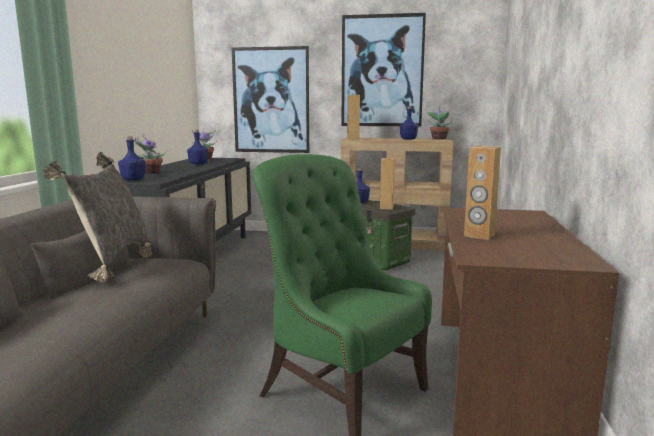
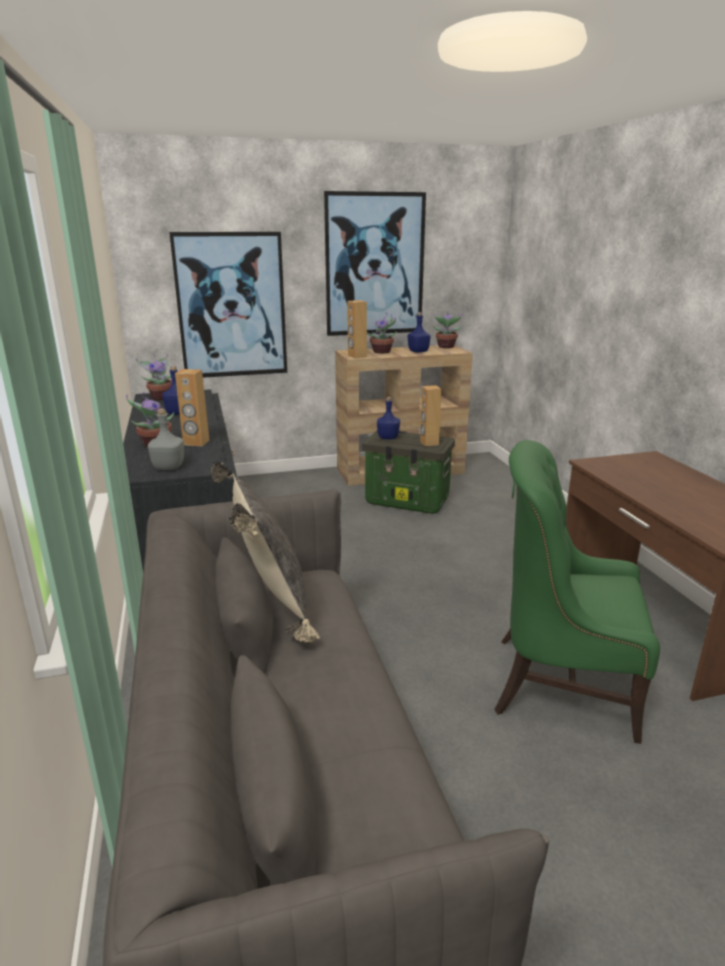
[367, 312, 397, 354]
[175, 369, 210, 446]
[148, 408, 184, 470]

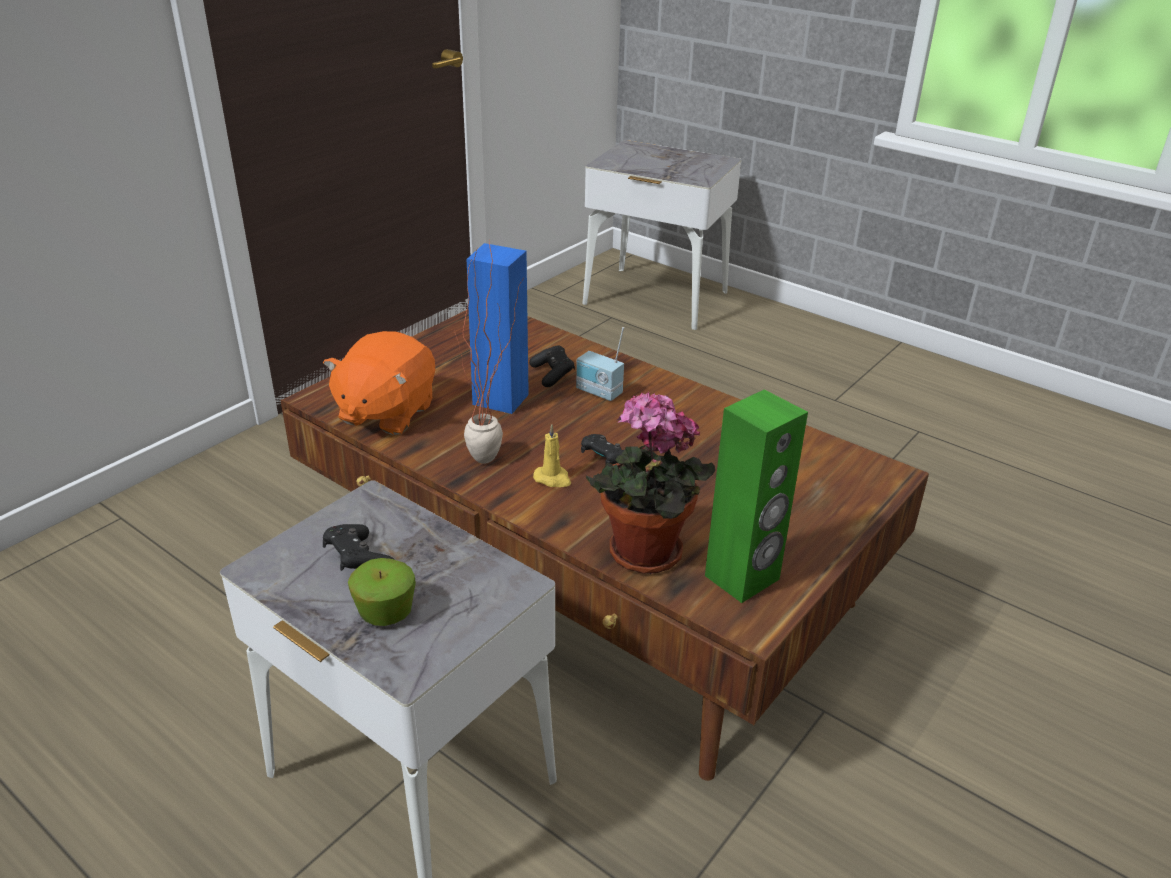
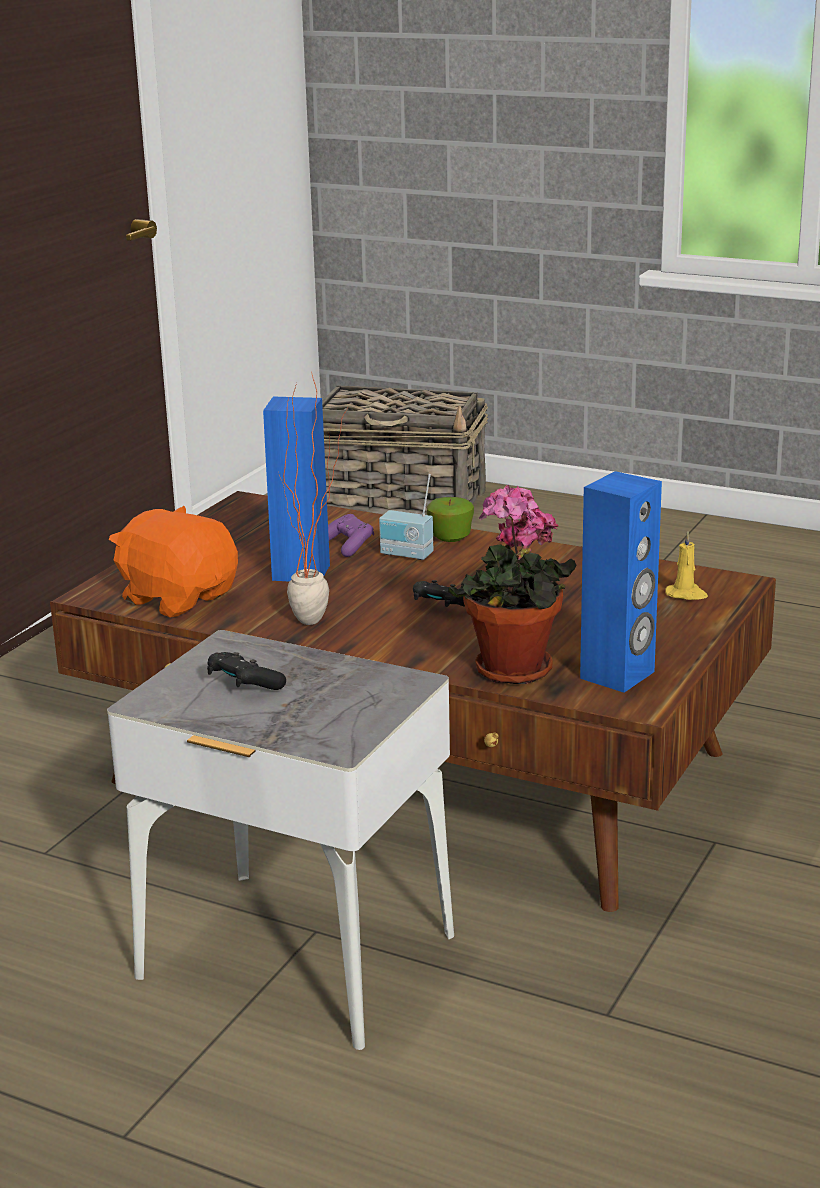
[427, 497, 474, 542]
[665, 531, 708, 600]
[322, 386, 488, 515]
[328, 514, 374, 557]
[580, 471, 662, 693]
[109, 506, 238, 618]

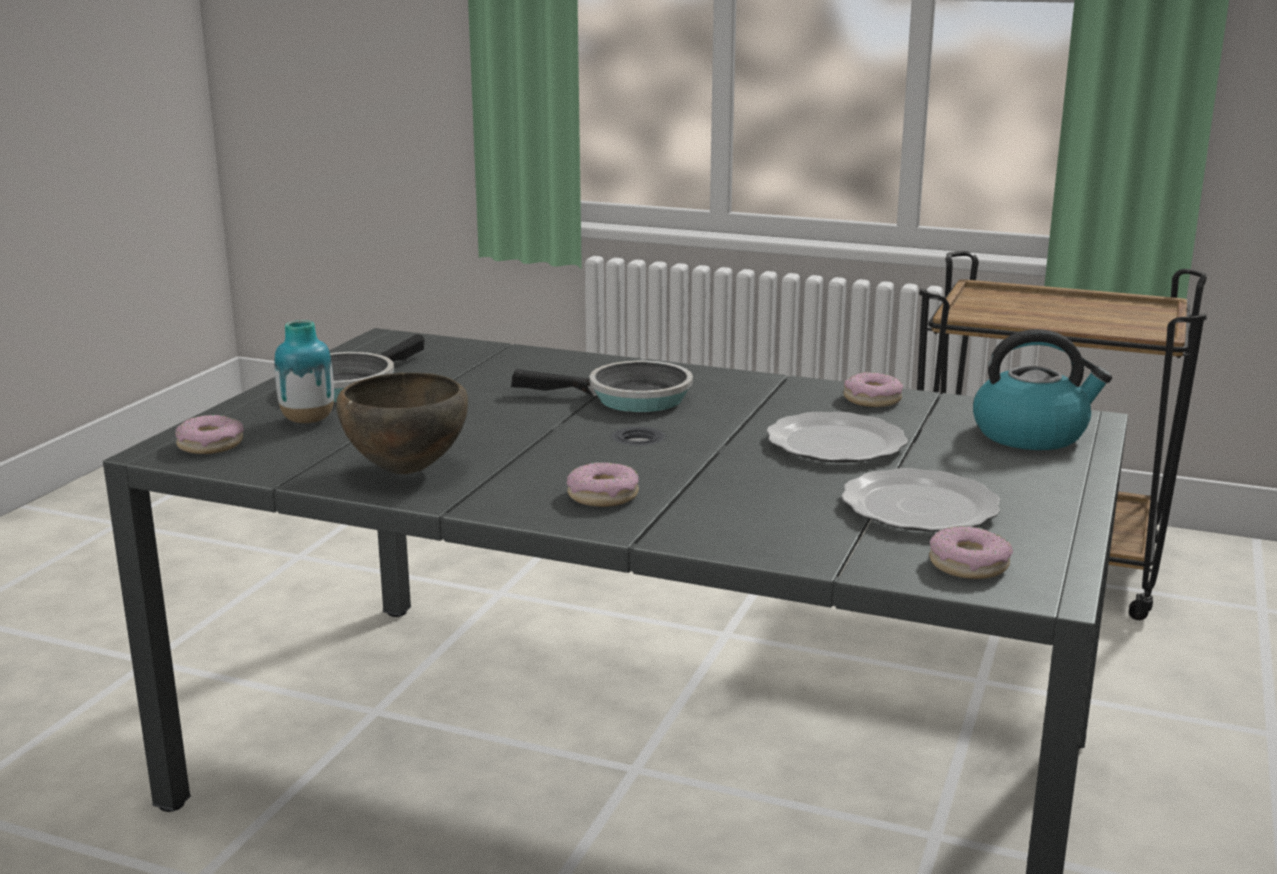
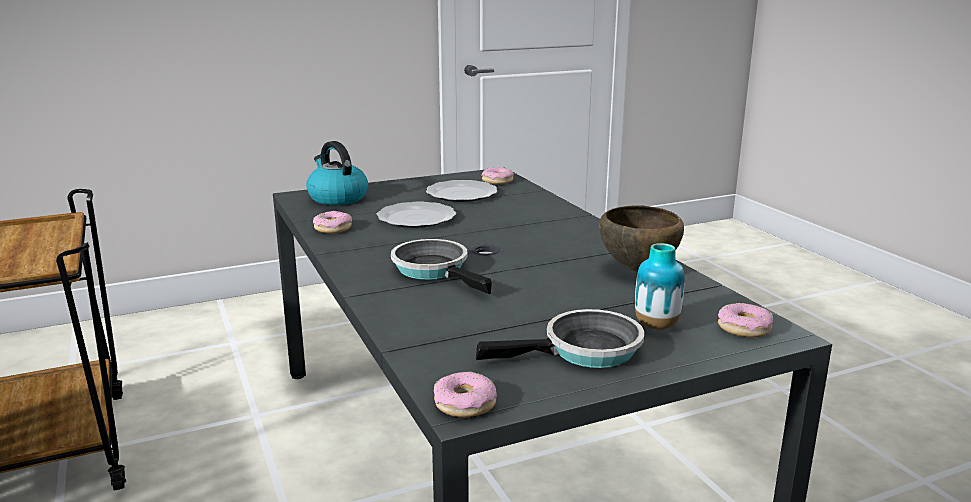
[434, 372, 497, 417]

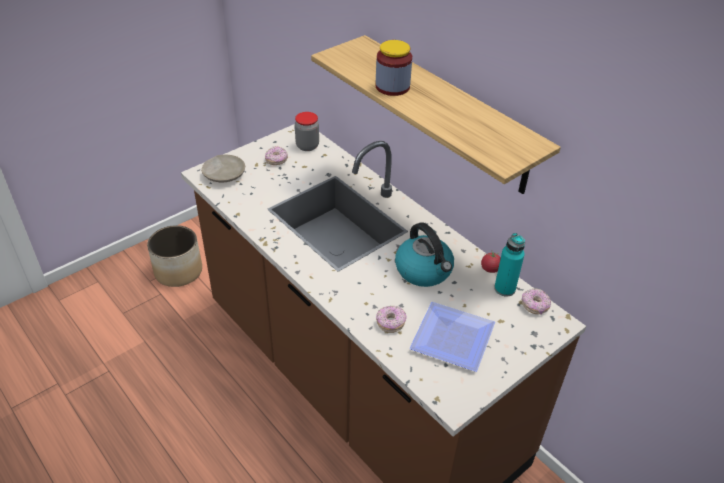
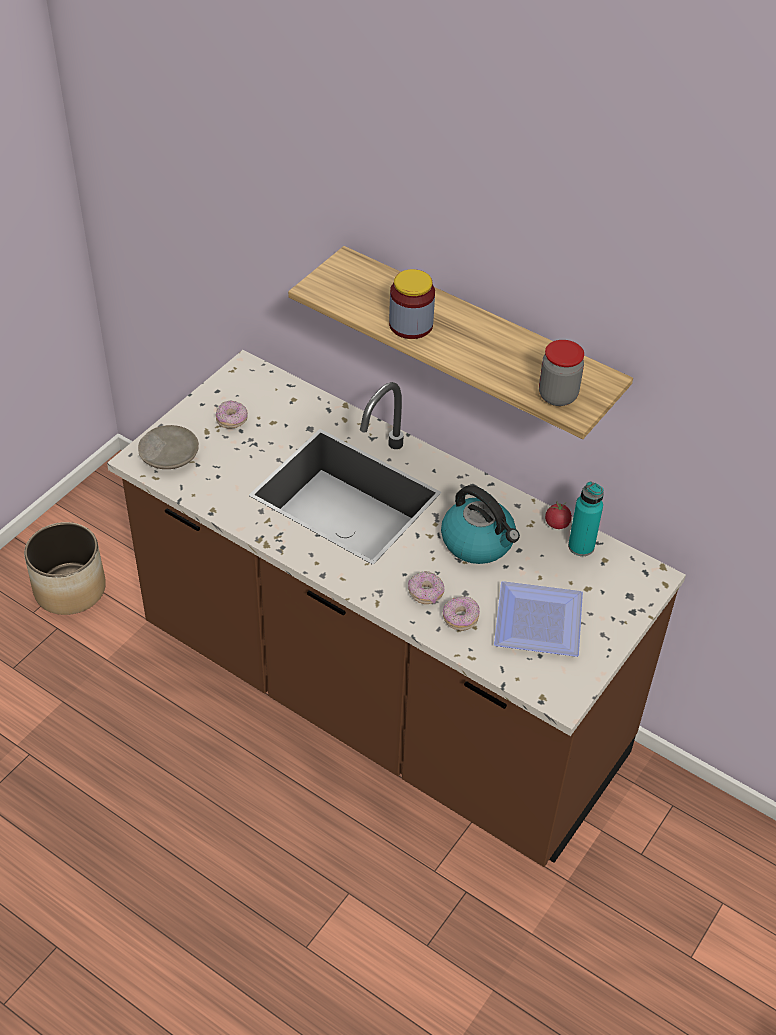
[539, 340, 584, 406]
[408, 571, 444, 604]

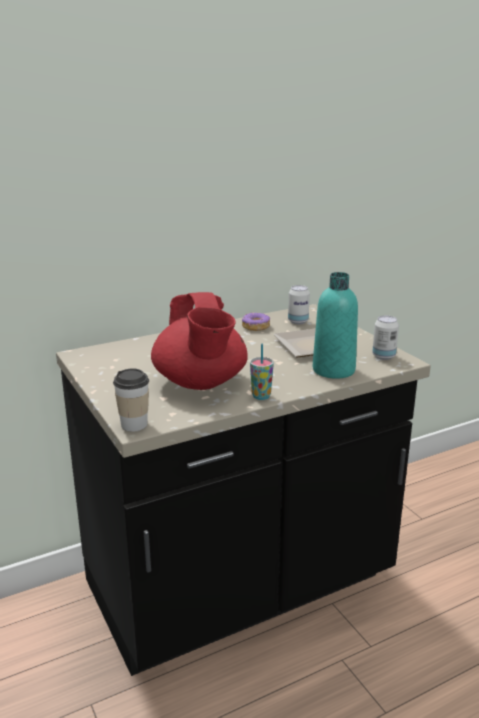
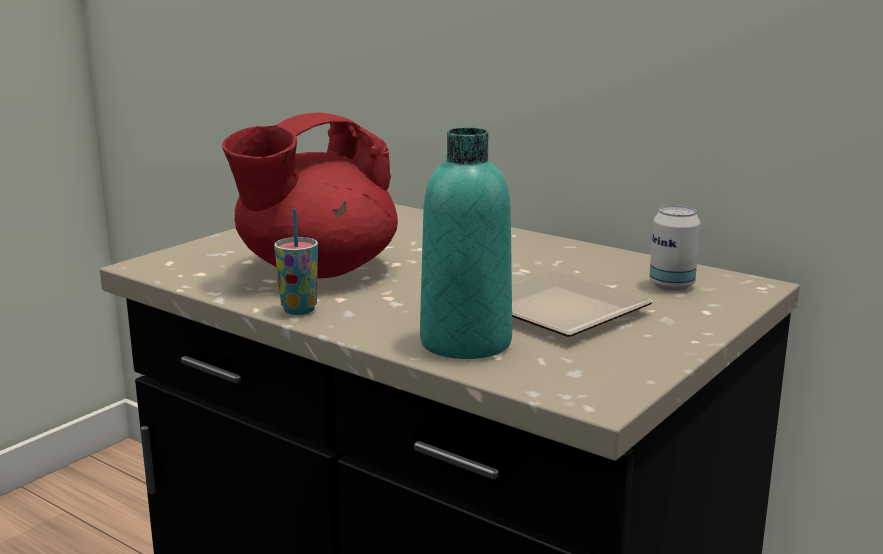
[113, 369, 149, 432] (first image)
[242, 312, 270, 331] (first image)
[372, 316, 399, 360] (first image)

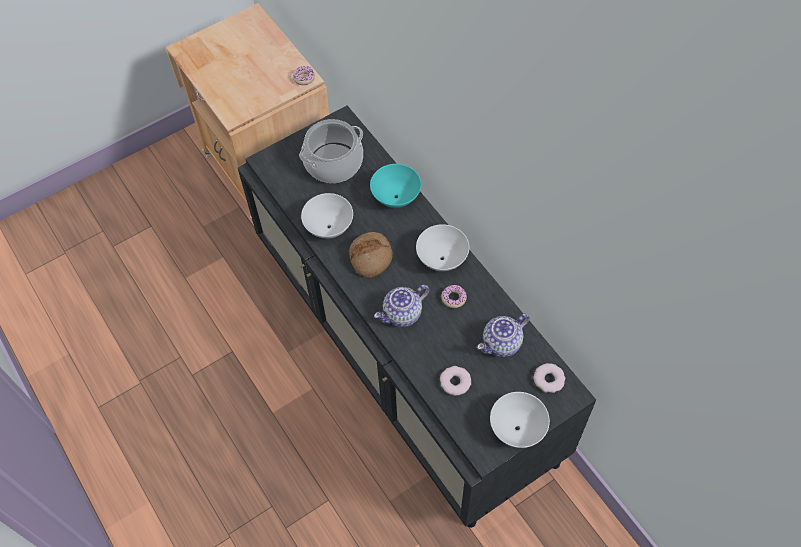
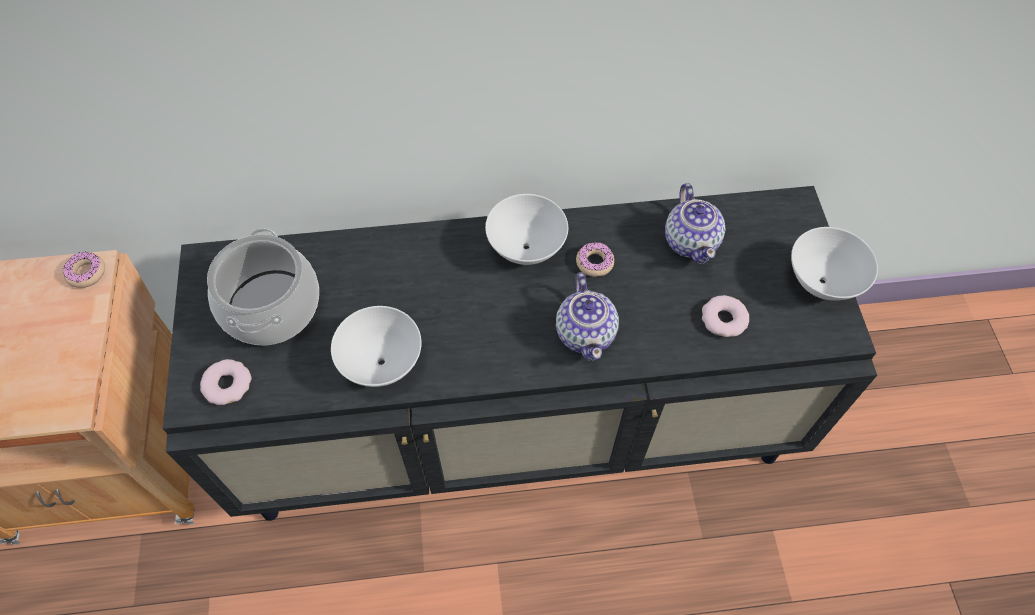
[349, 232, 393, 278] (first image)
[370, 164, 421, 208] (first image)
[200, 359, 251, 405]

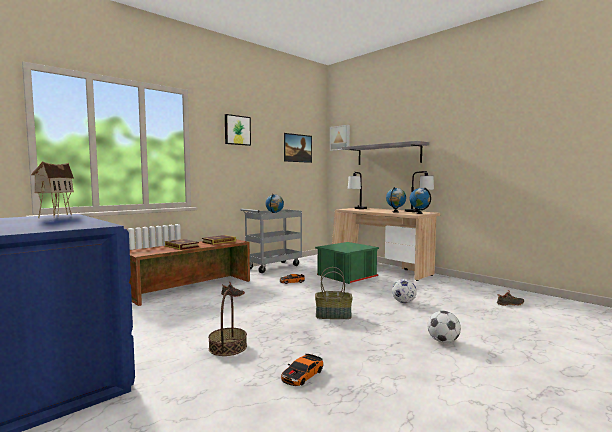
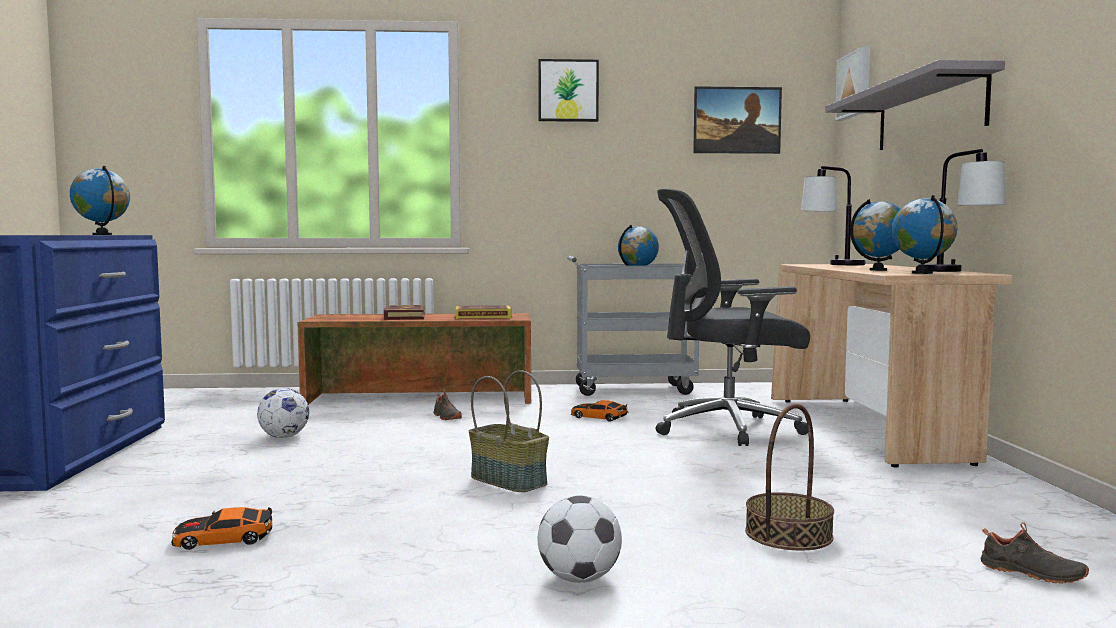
[745, 404, 834, 551]
[257, 388, 309, 438]
[70, 166, 130, 235]
[656, 188, 810, 446]

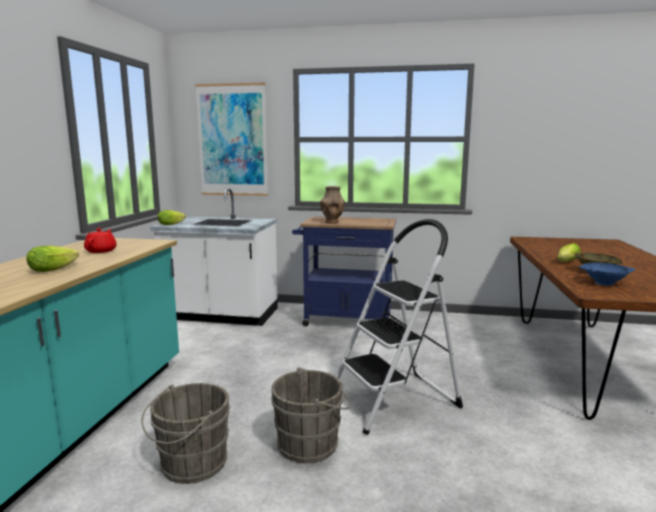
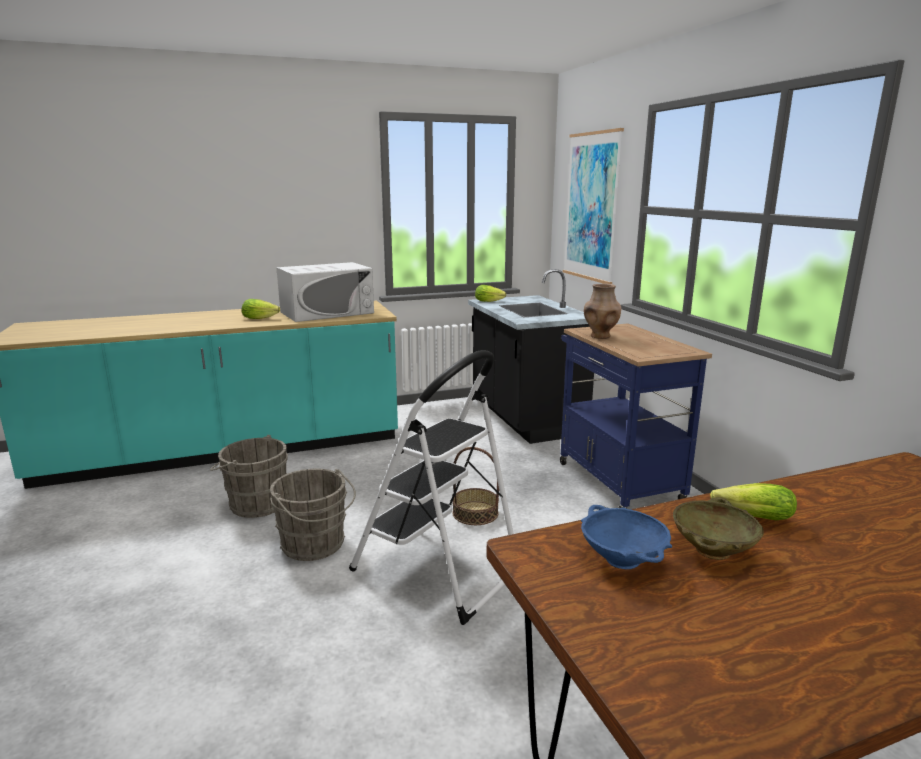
[452, 447, 499, 525]
[276, 262, 374, 322]
[468, 269, 594, 444]

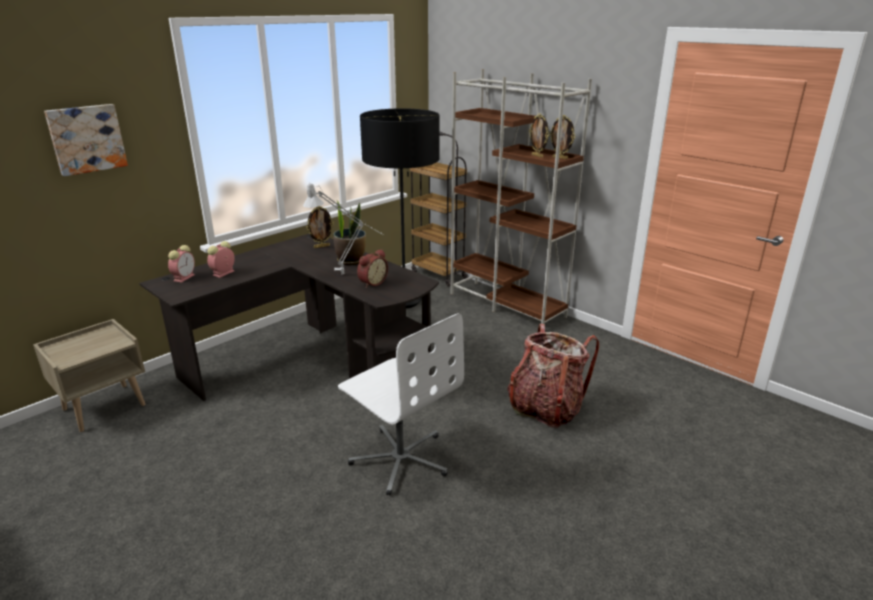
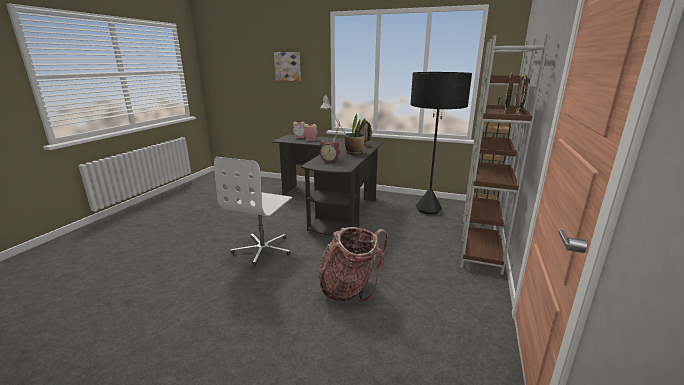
[33, 319, 145, 432] (first image)

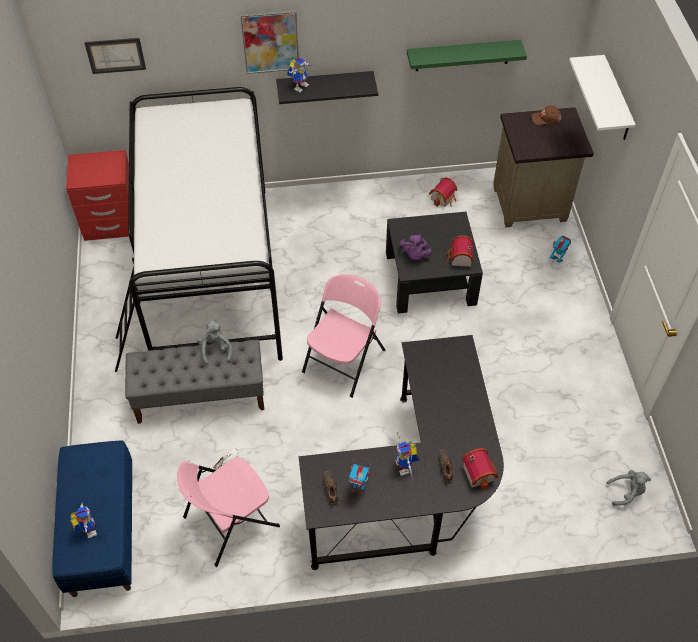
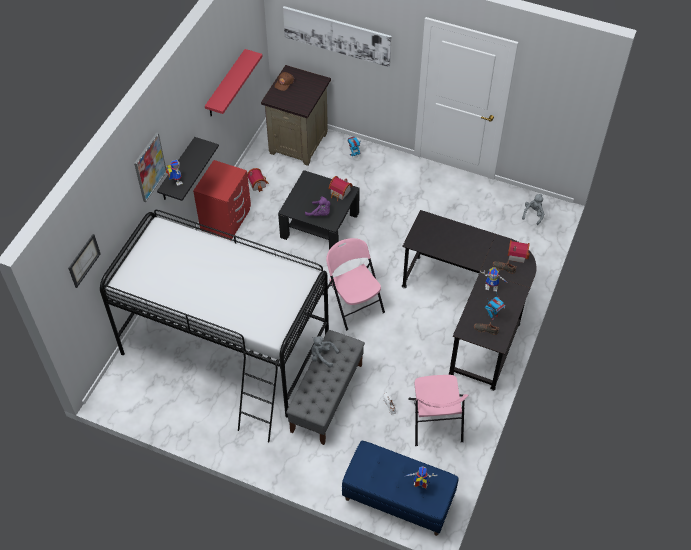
[193, 160, 251, 240]
[283, 6, 392, 67]
[205, 49, 263, 116]

